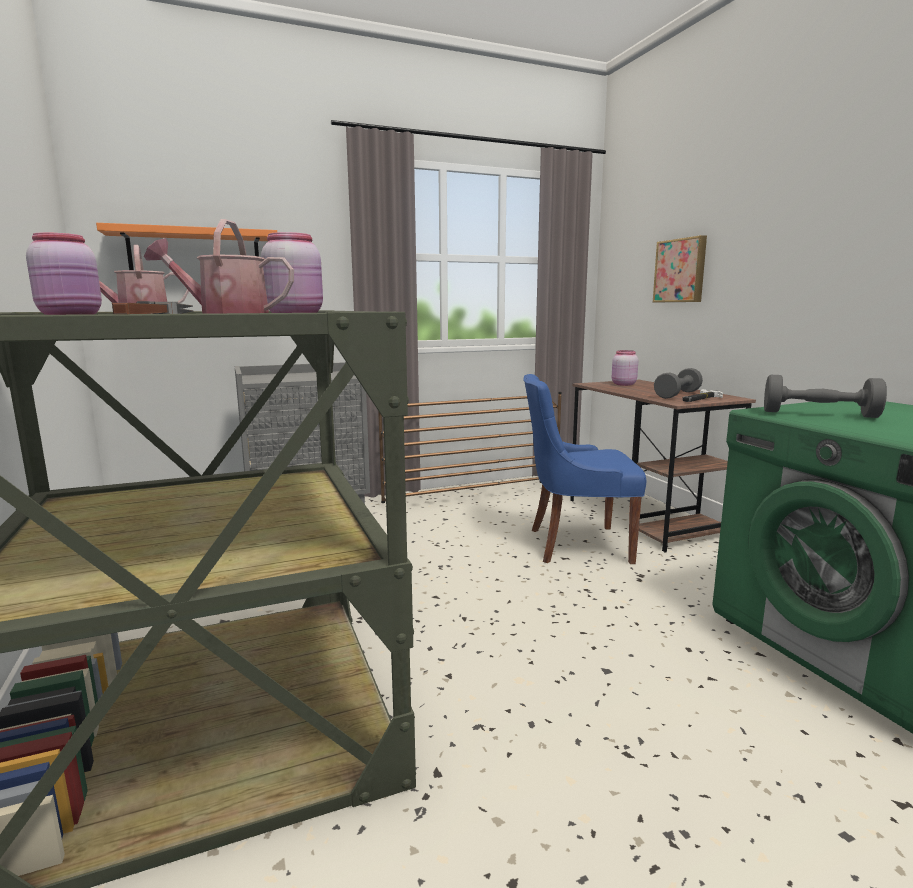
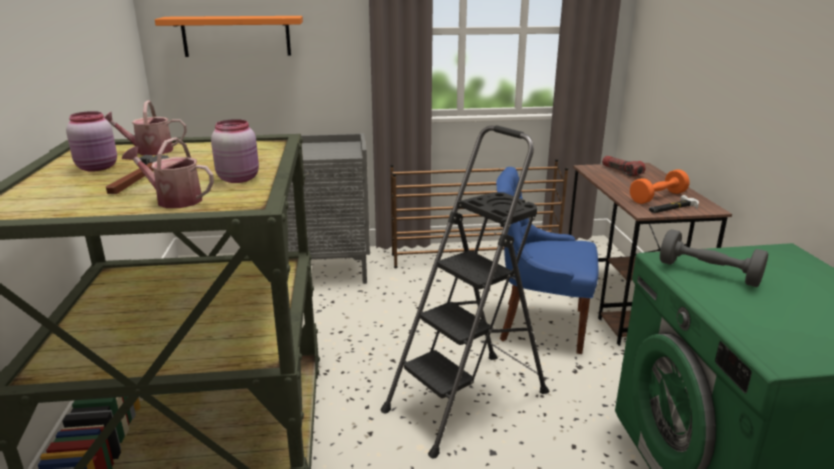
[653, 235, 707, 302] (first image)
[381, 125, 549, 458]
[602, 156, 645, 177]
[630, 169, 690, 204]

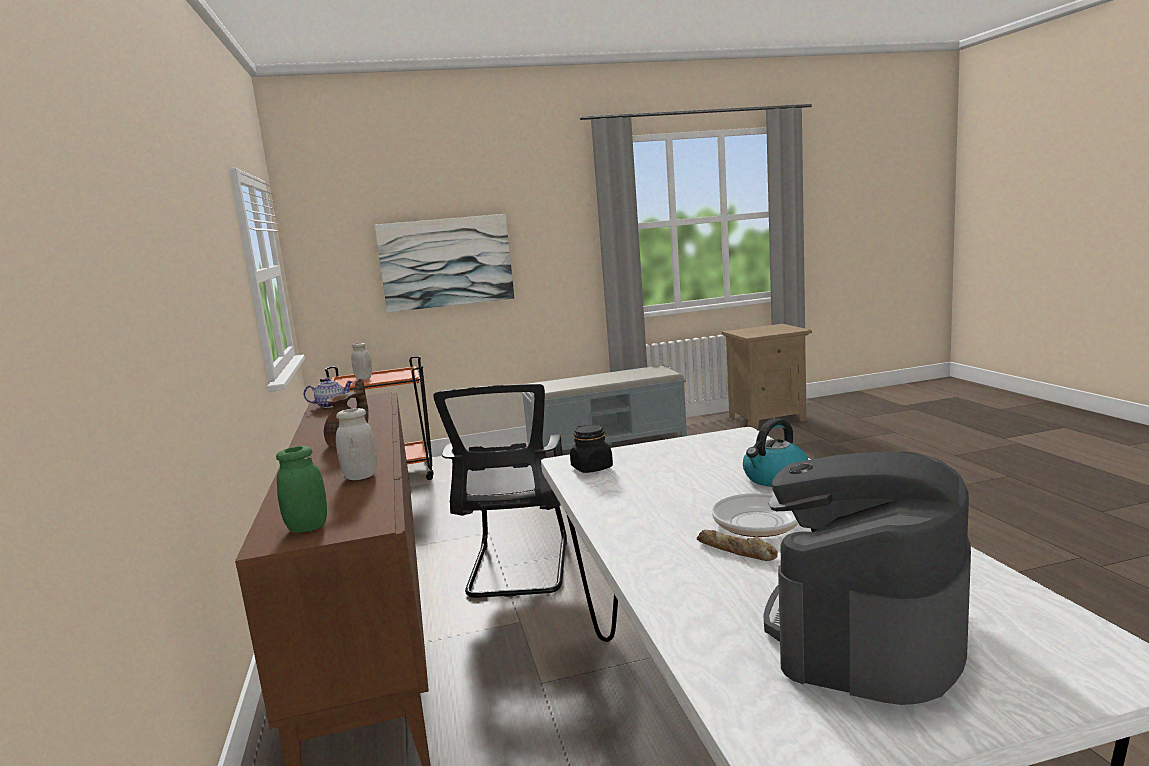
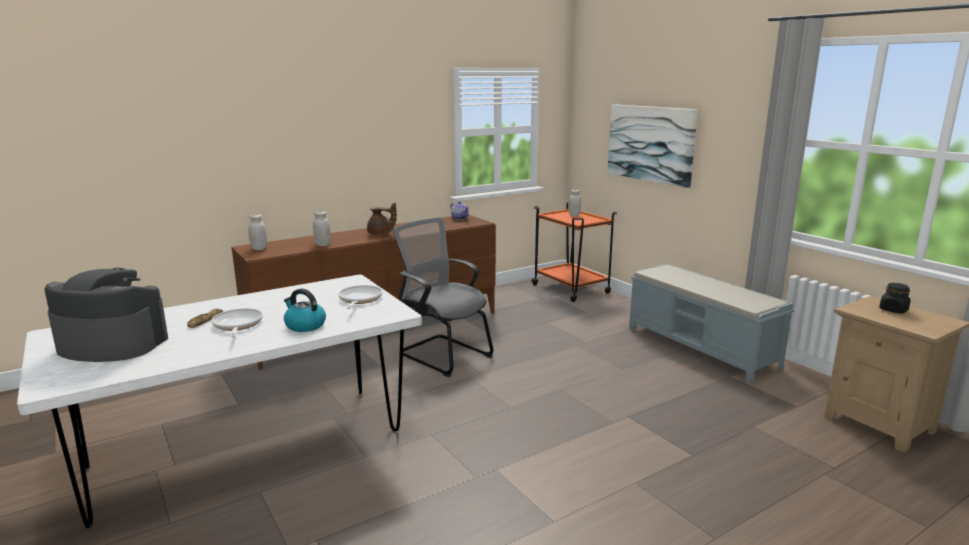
[338, 285, 383, 309]
[879, 283, 911, 314]
[248, 214, 267, 250]
[393, 217, 493, 377]

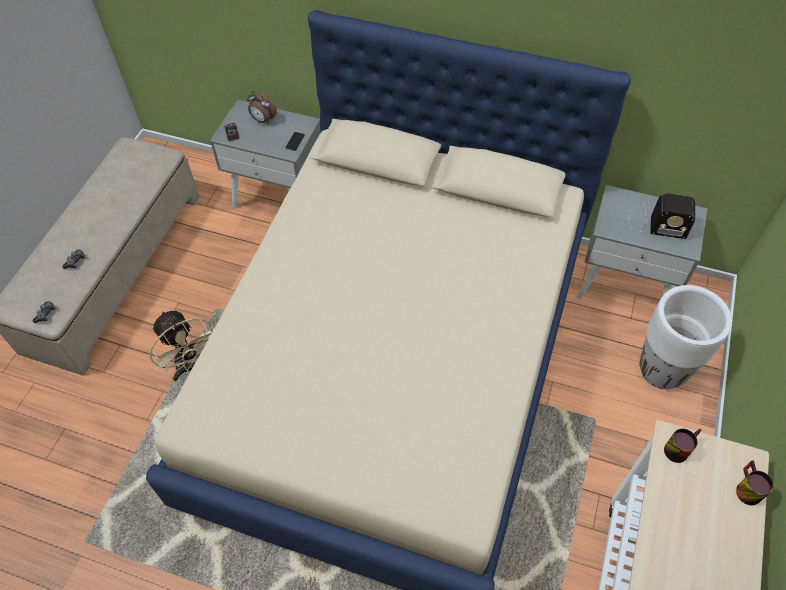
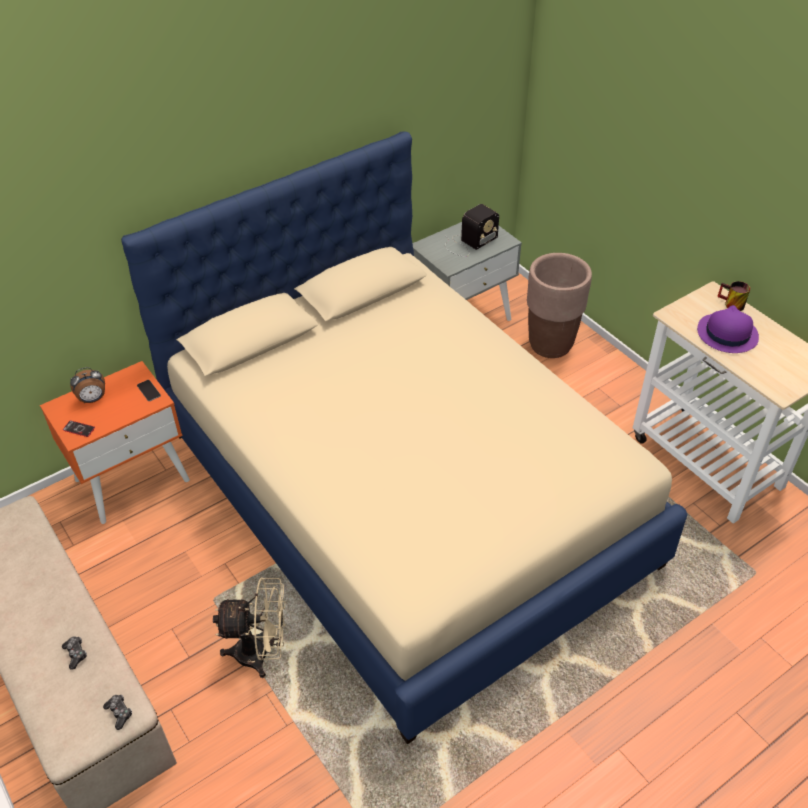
[664, 429, 702, 463] (first image)
[697, 305, 759, 353]
[40, 361, 190, 524]
[527, 253, 592, 358]

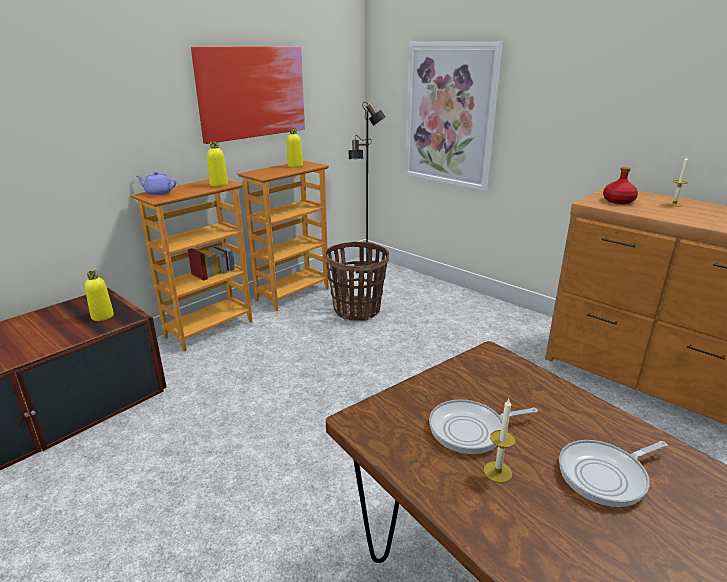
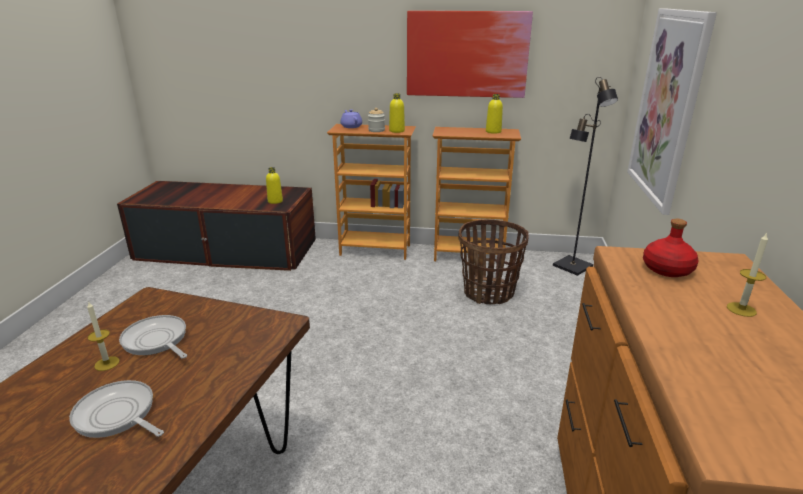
[368, 108, 385, 132]

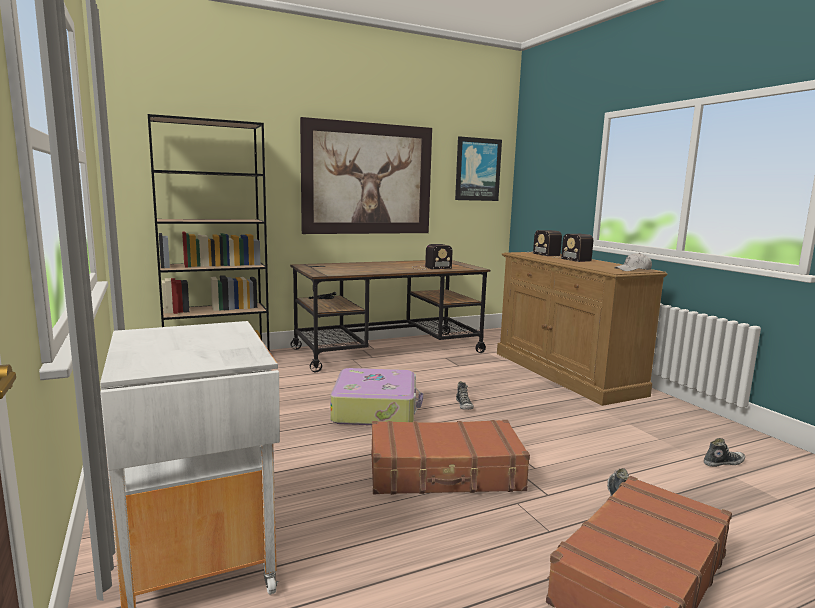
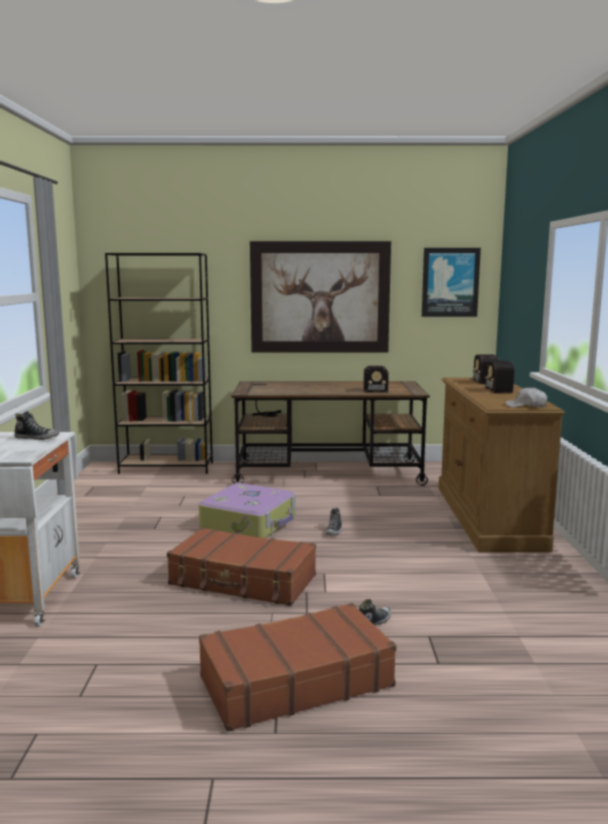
[14, 411, 59, 440]

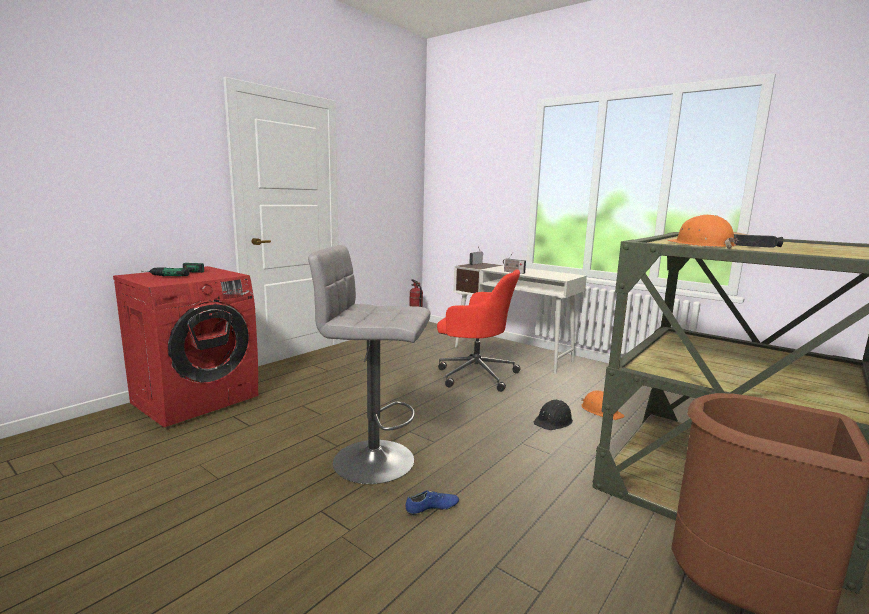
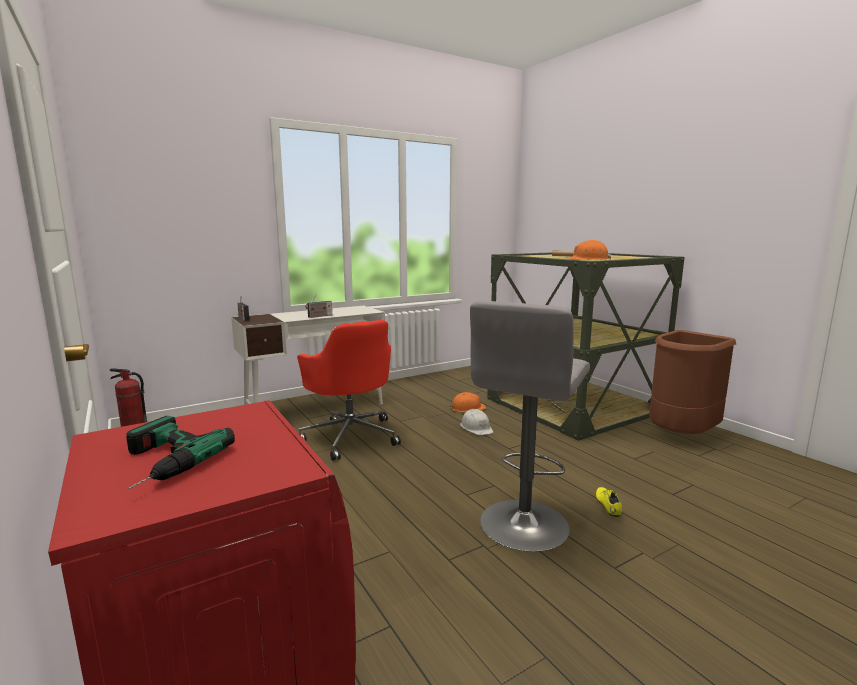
[596, 487, 622, 517]
[460, 409, 493, 435]
[297, 320, 401, 461]

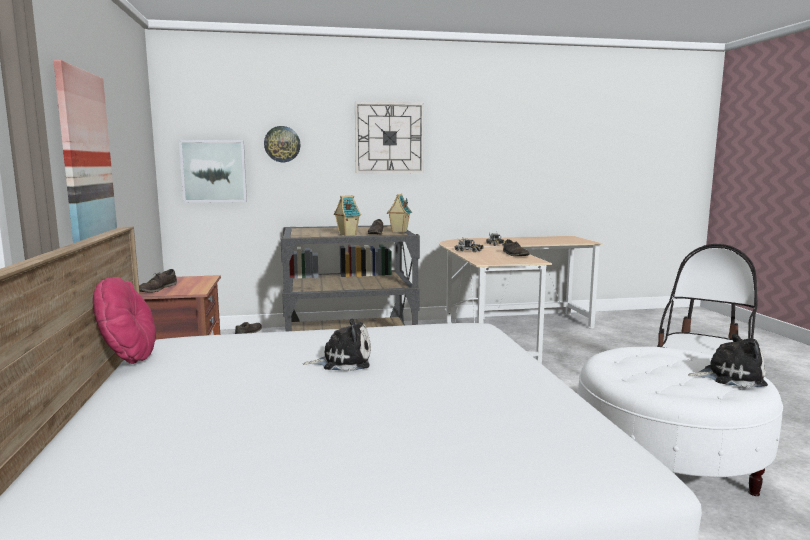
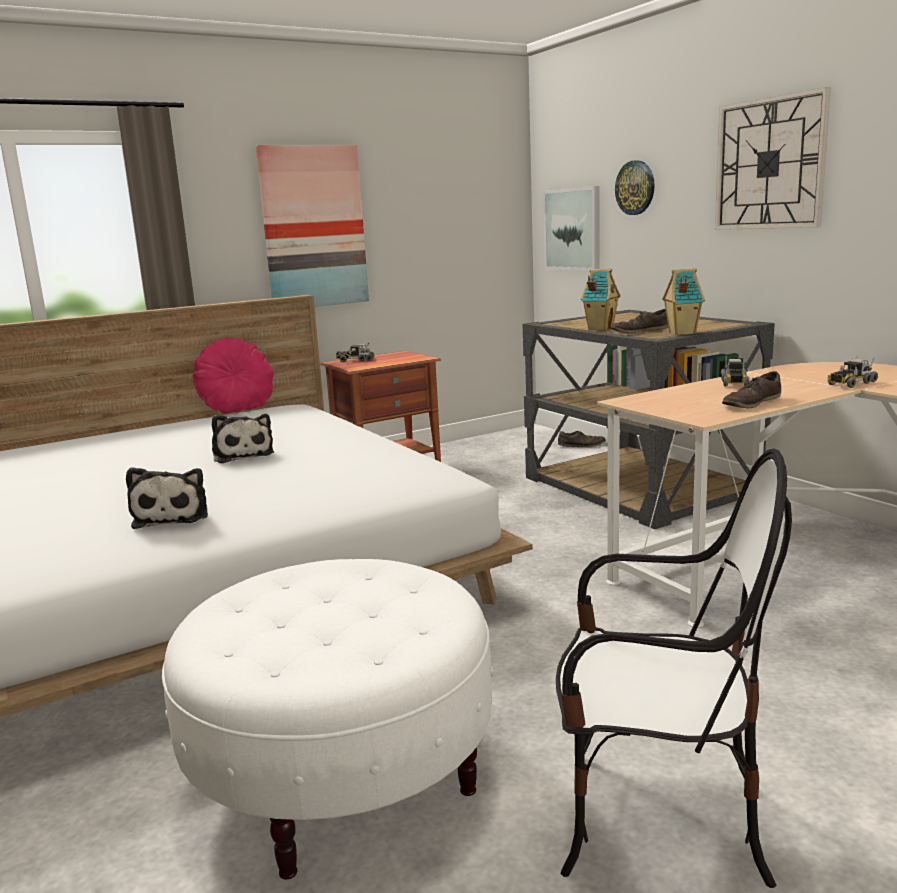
[126, 467, 208, 529]
[336, 342, 374, 362]

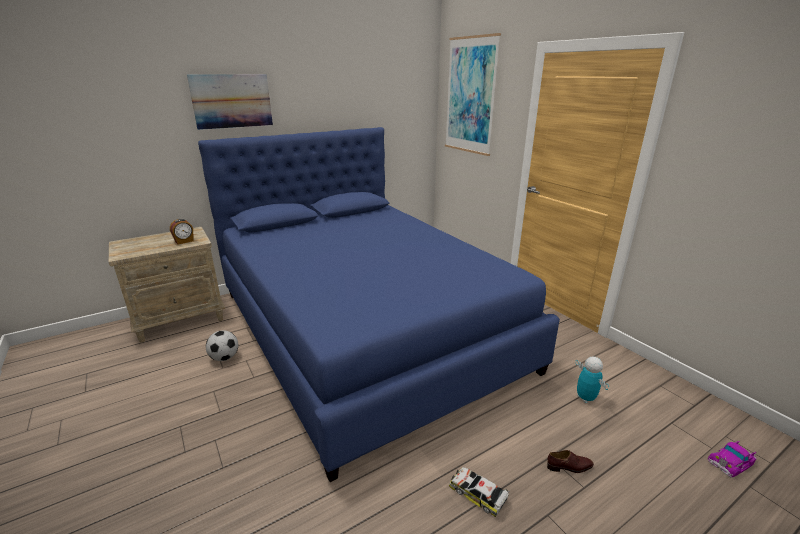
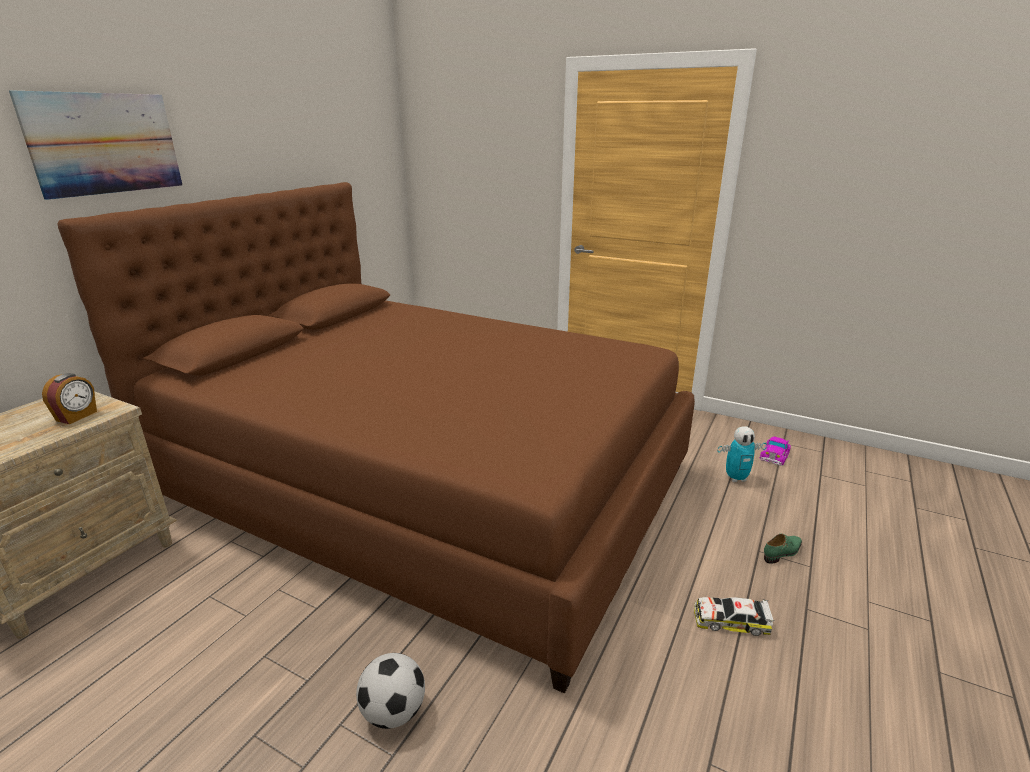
[445, 33, 501, 156] (first image)
[356, 653, 425, 729]
[760, 436, 791, 466]
[57, 182, 695, 694]
[764, 534, 802, 564]
[717, 426, 767, 482]

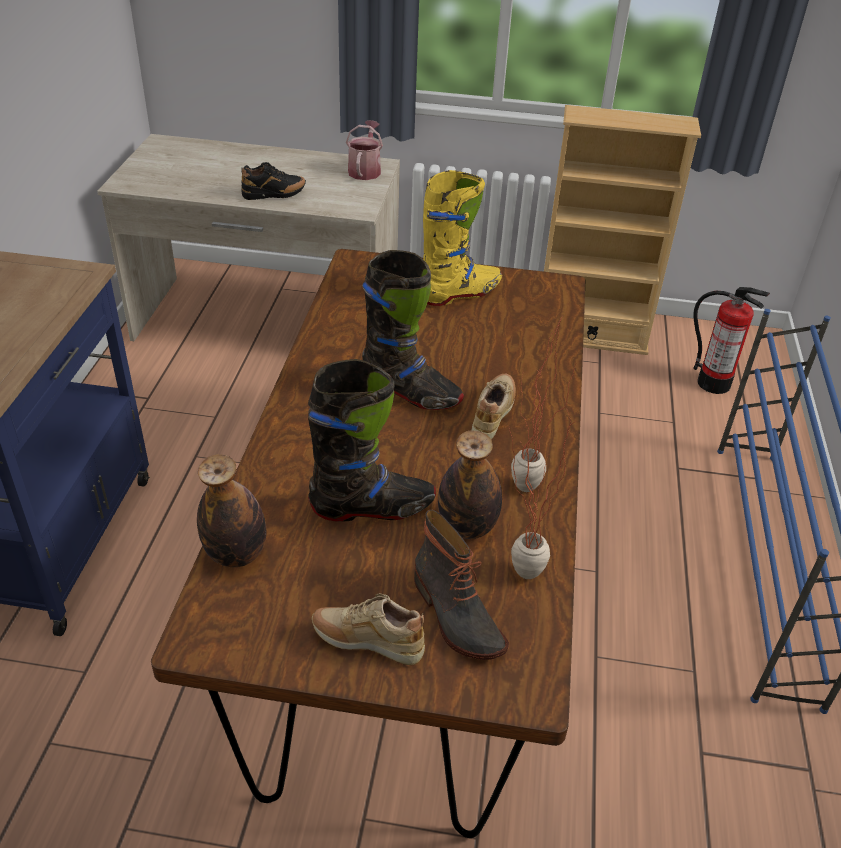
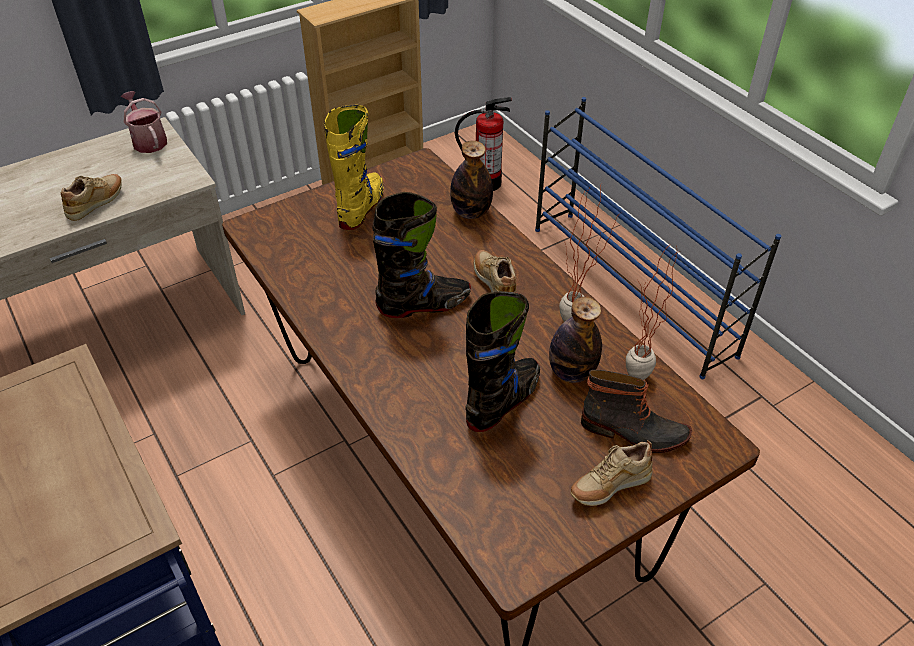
[450, 141, 493, 219]
[61, 174, 122, 221]

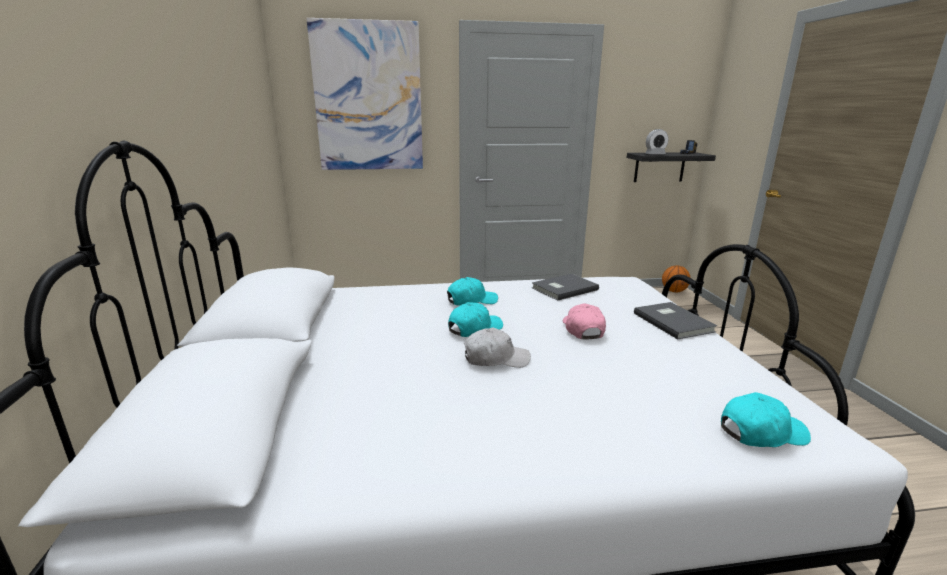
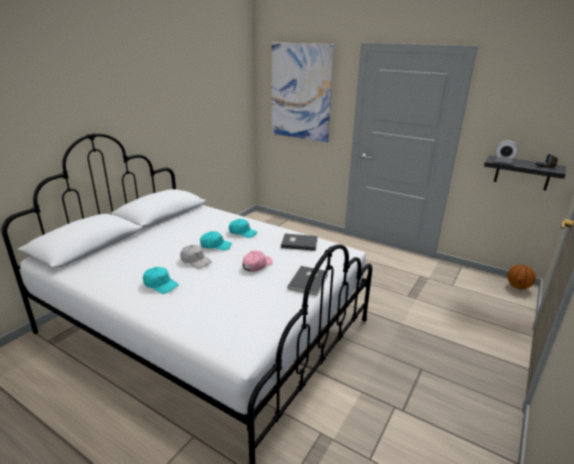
[143, 267, 179, 294]

